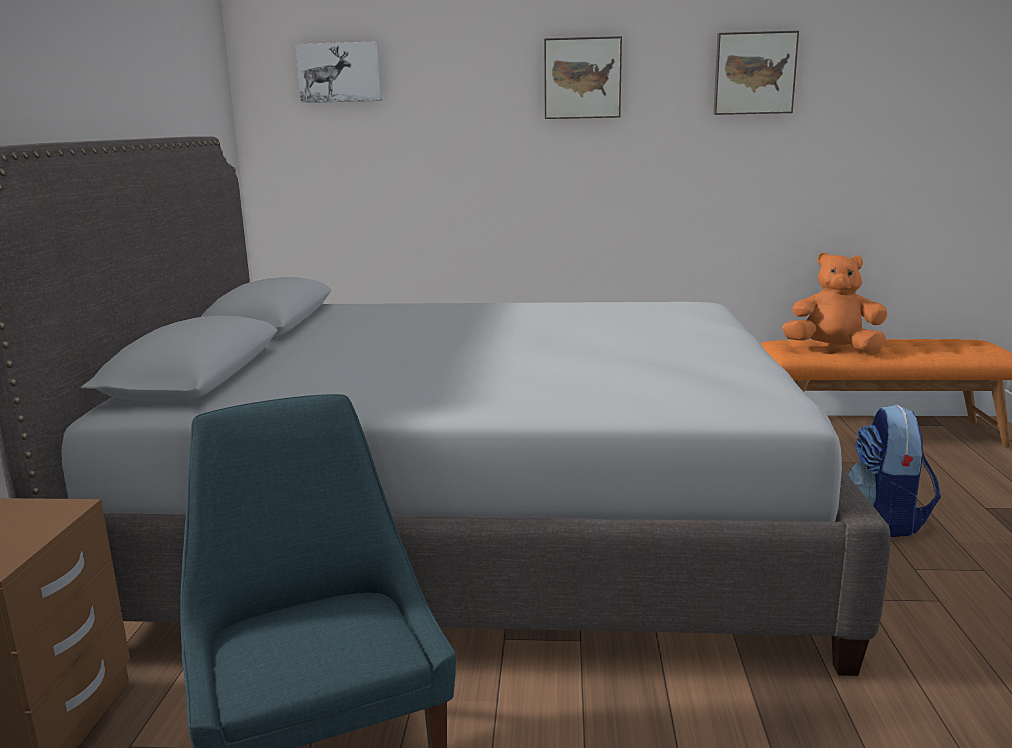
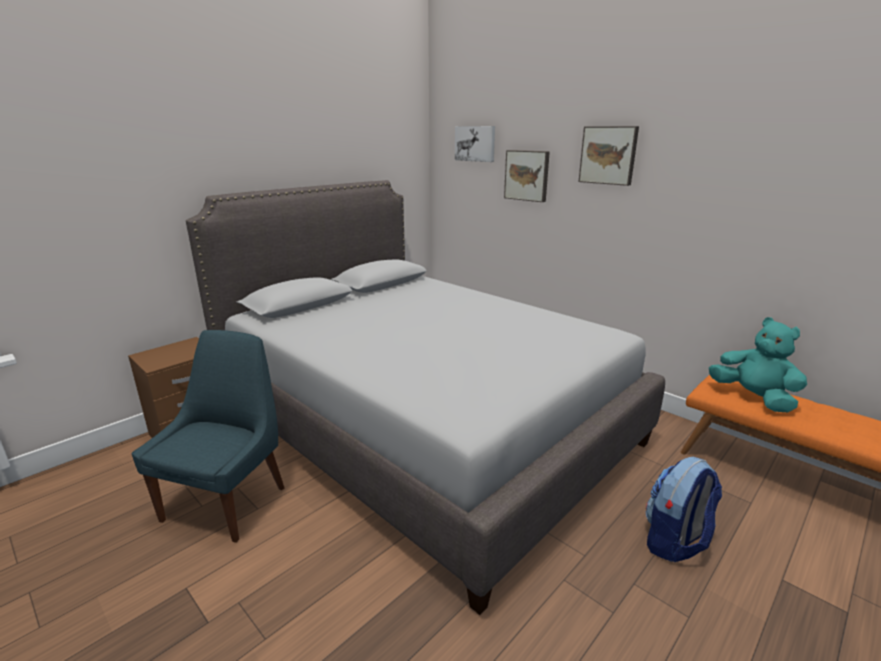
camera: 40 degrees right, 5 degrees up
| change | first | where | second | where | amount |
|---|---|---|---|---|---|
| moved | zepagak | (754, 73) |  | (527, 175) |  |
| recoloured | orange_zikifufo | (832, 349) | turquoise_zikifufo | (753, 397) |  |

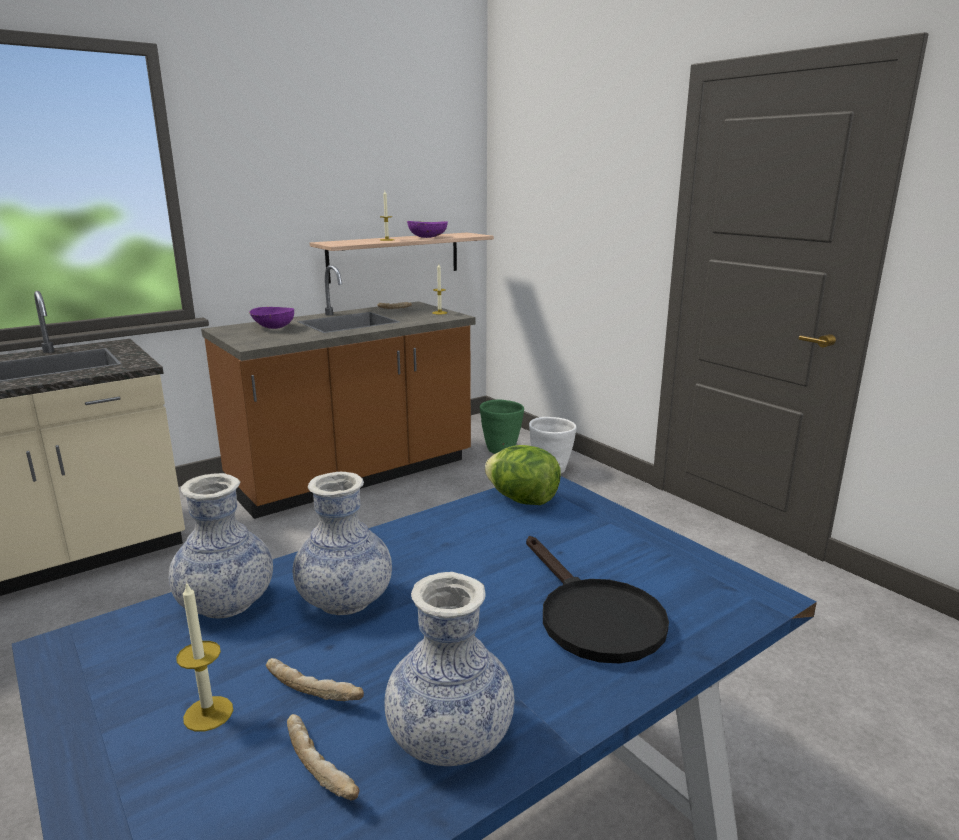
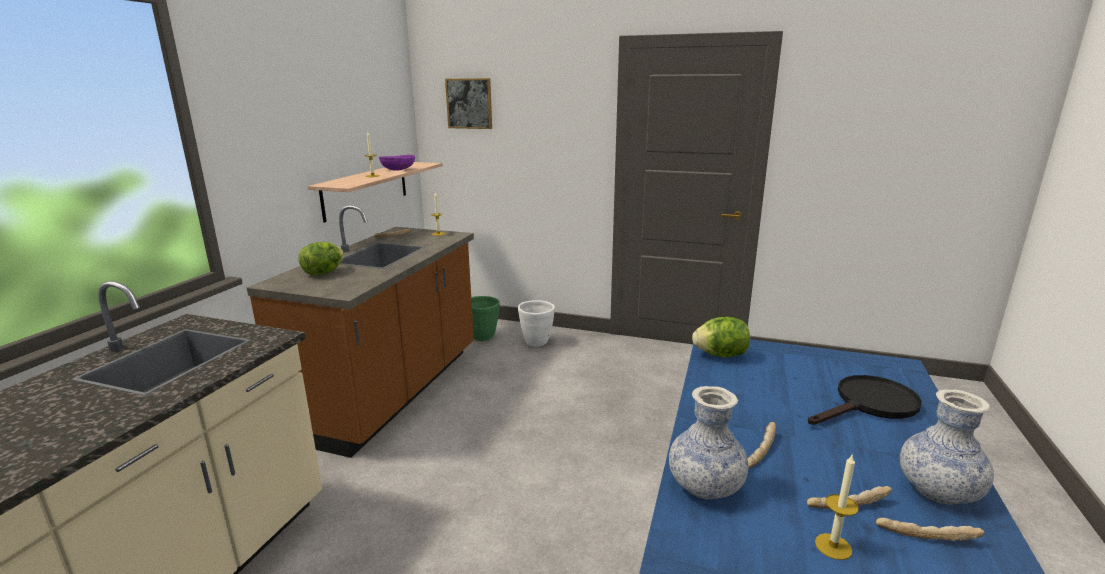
camera: 35 degrees left, 0 degrees up
| change | first | where | second | where | amount |
|---|---|---|---|---|---|
| added |  |  | zepagak | (469, 103) |  |
| replaced | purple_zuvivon | (273, 328) | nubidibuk | (323, 273) |  |
| replaced | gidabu | (345, 600) | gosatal | (759, 451) |  |
| turned | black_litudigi | (592, 616) |  | (869, 405) | 60 degrees counterclockwise |

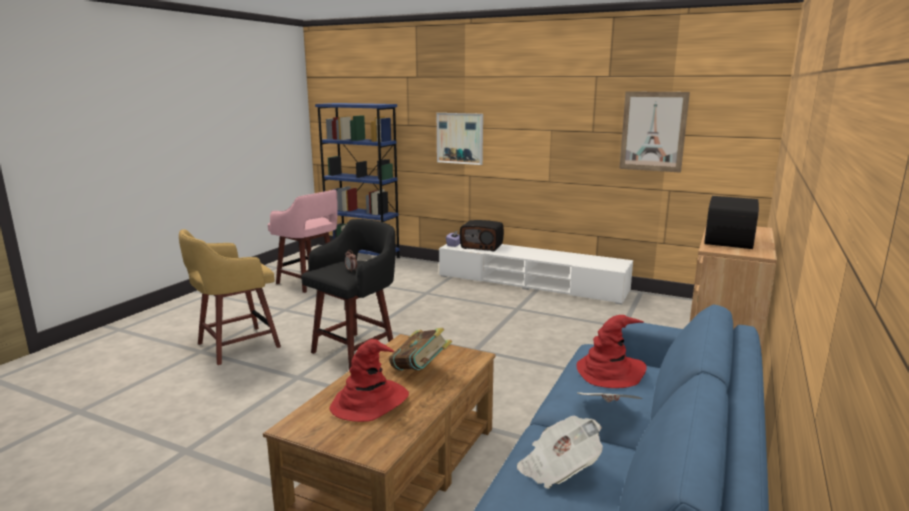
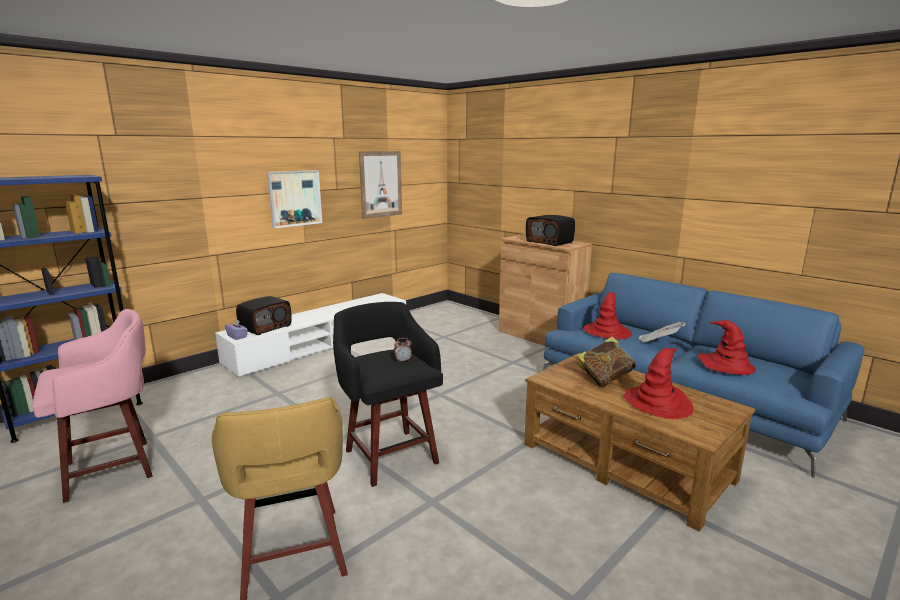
camera: 70 degrees left, 0 degrees up
| change | first | where | second | where | amount |
|---|---|---|---|---|---|
| moved | zepagak | (460, 138) |  | (295, 198) |  |
| replaced | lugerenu | (558, 469) | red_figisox | (725, 365) |  |

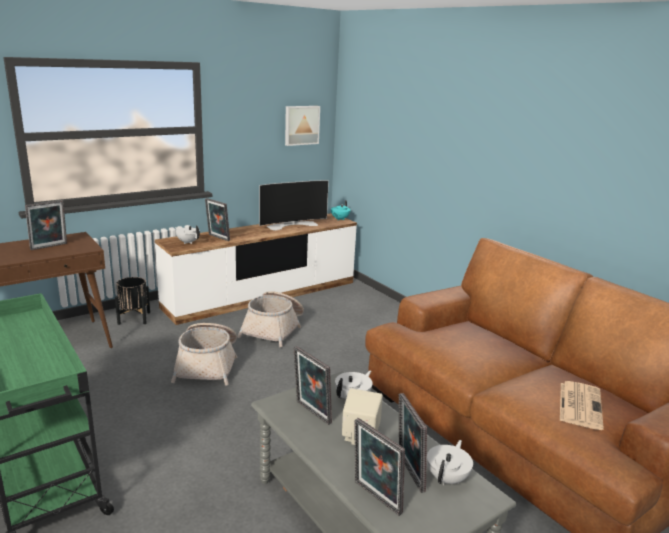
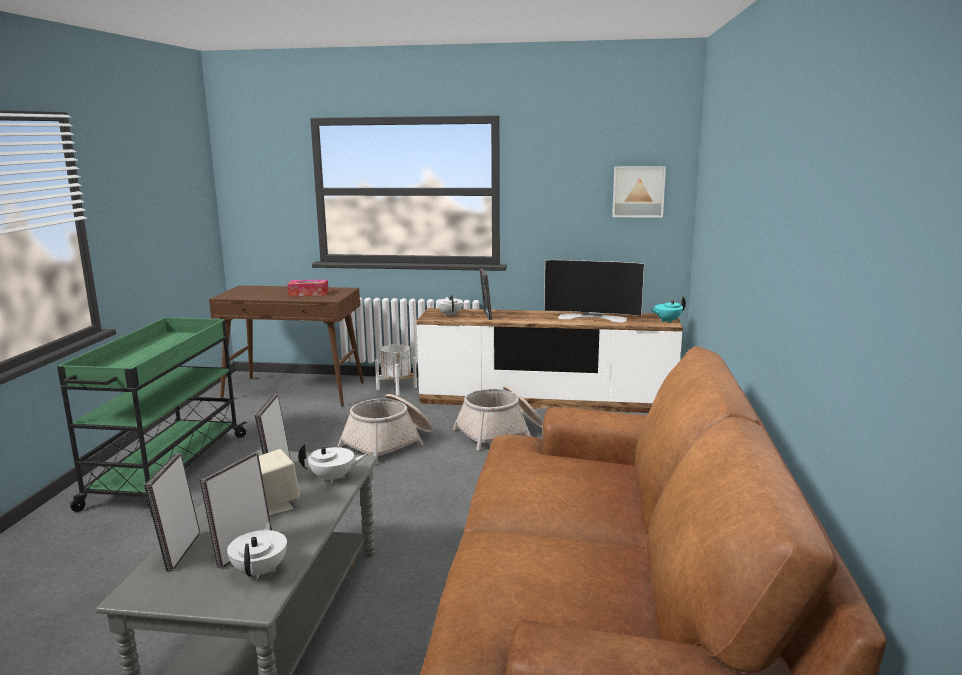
camera: 45 degrees right, 5 degrees down
| change | first | where | second | where | amount |
|---|---|---|---|---|---|
| removed | lugerenu | (579, 404) |  |  |  |
| replaced | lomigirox | (49, 247) | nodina | (308, 293) |  |
| recoloured | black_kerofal | (134, 318) | white_kerofal | (397, 388) |  |
| turned | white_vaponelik | (447, 478) |  | (261, 571) | 75 degrees counterclockwise |

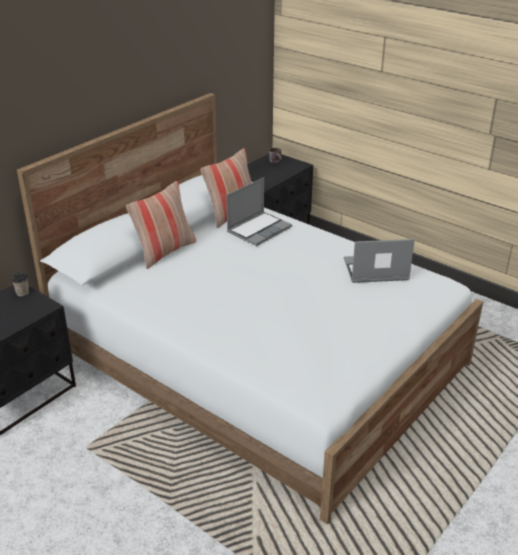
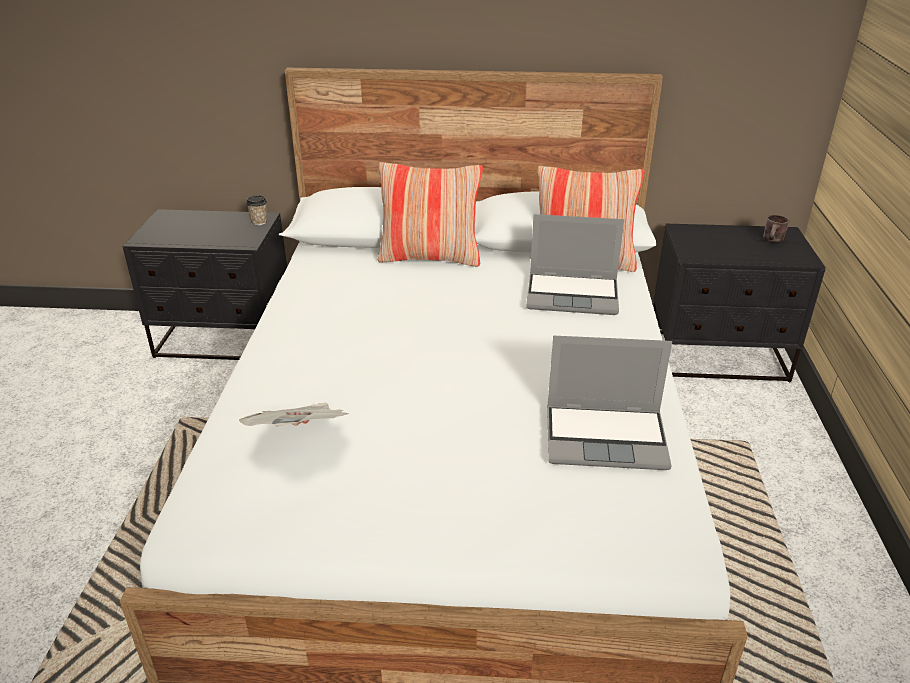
camera: 55 degrees right, 0 degrees up
| change | first | where | second | where | amount |
|---|---|---|---|---|---|
| added |  |  | lugerenu | (300, 436) |  |
| turned | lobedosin | (375, 271) |  | (607, 437) | 135 degrees clockwise |

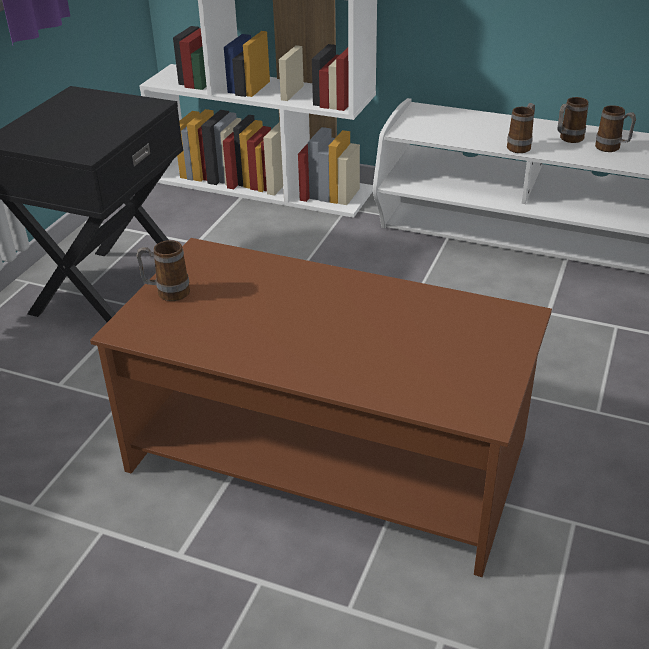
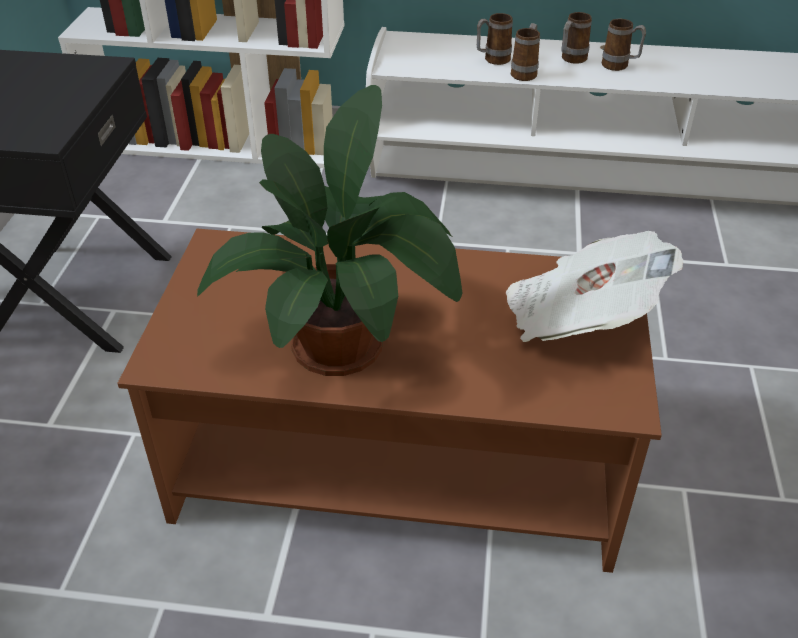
camera: 15 degrees left, 5 degrees up
| change | first | where | second | where | amount |
|---|---|---|---|---|---|
| added |  |  | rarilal | (345, 342) |  |
| added |  |  | lugerenu | (579, 318) |  |
| moved | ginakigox | (167, 293) |  | (492, 60) |  |

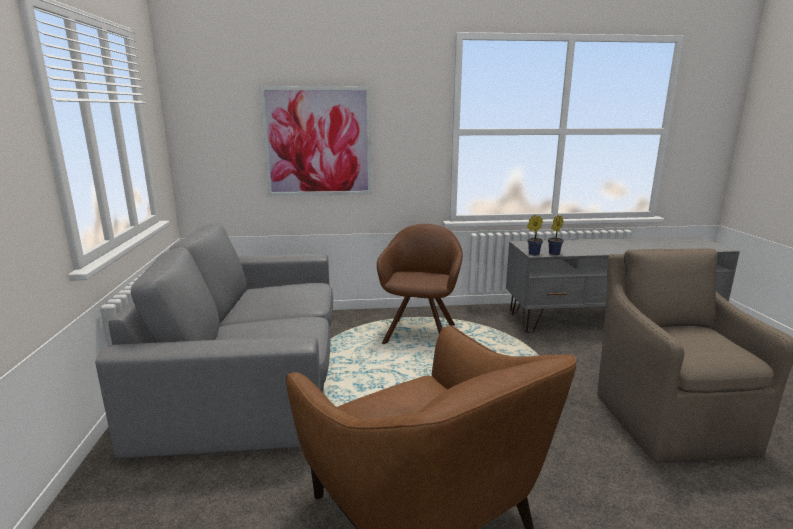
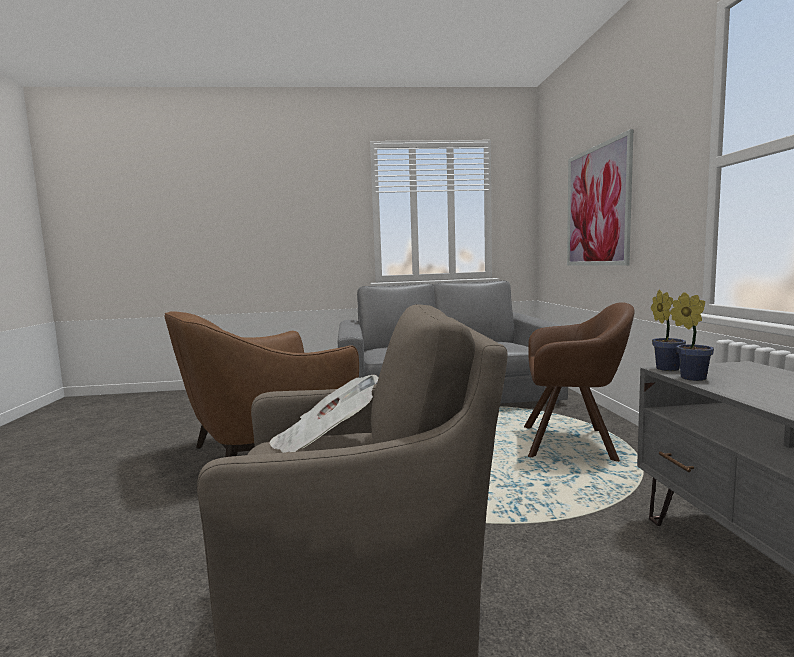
camera: 90 degrees right, 10 degrees down
| change | first | where | second | where | amount |
|---|---|---|---|---|---|
| added |  |  | lugerenu | (325, 442) |  |

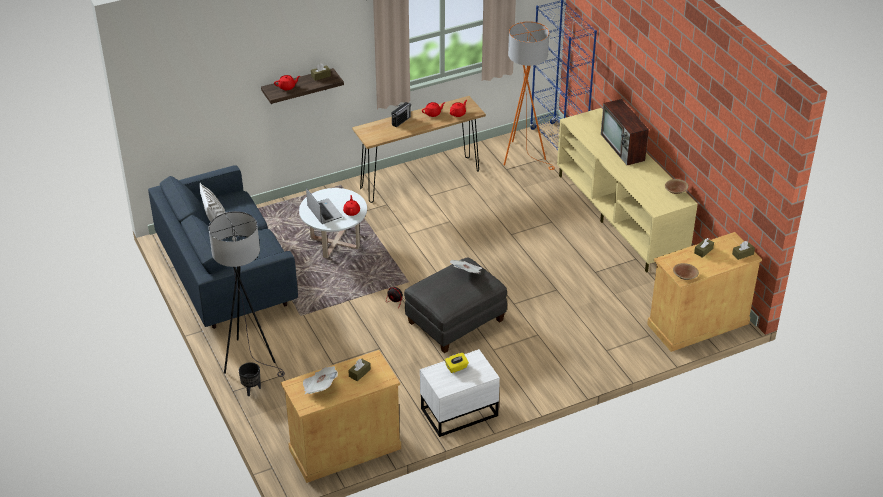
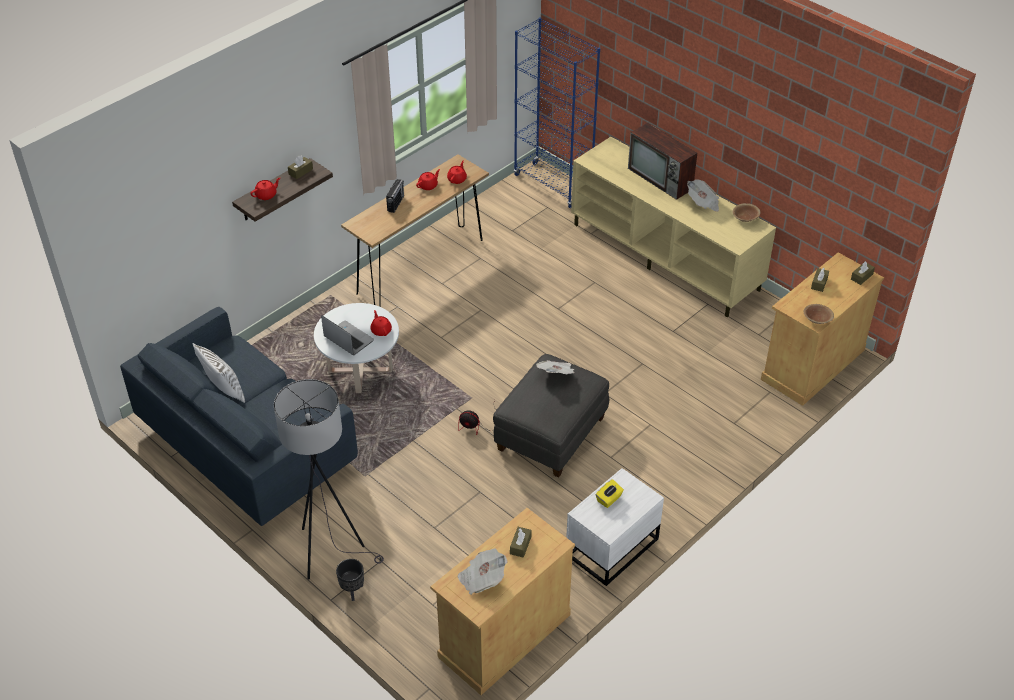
camera: 20 degrees left, 5 degrees up
| change | first | where | second | where | amount |
|---|---|---|---|---|---|
| removed | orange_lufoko | (524, 156) |  |  |  |
| added |  |  | lugerenu | (703, 203) |  |

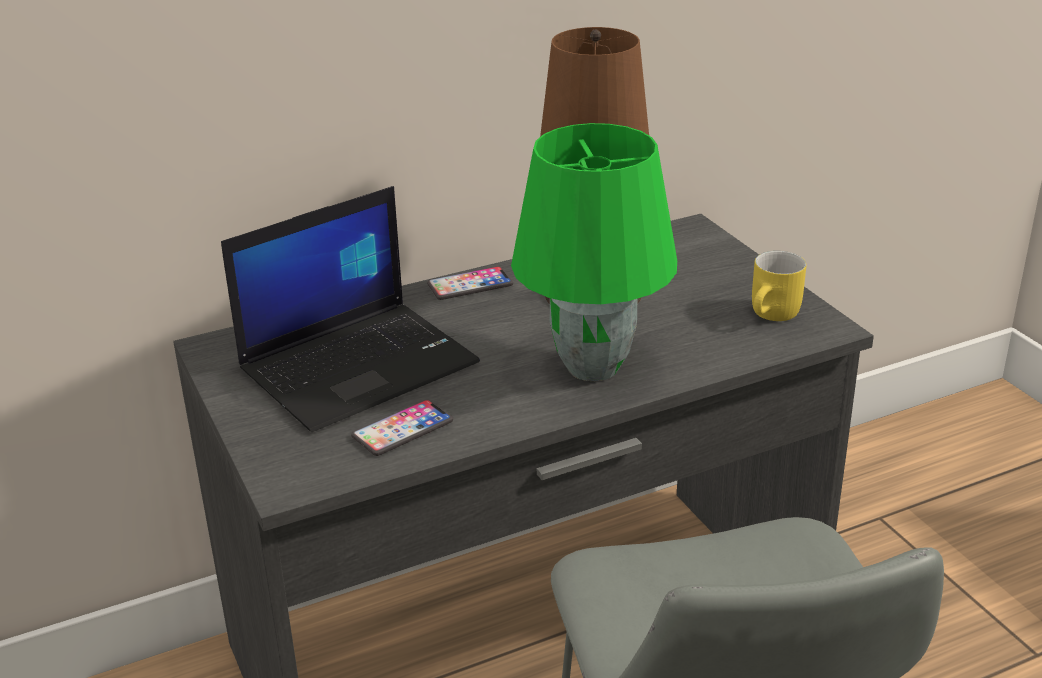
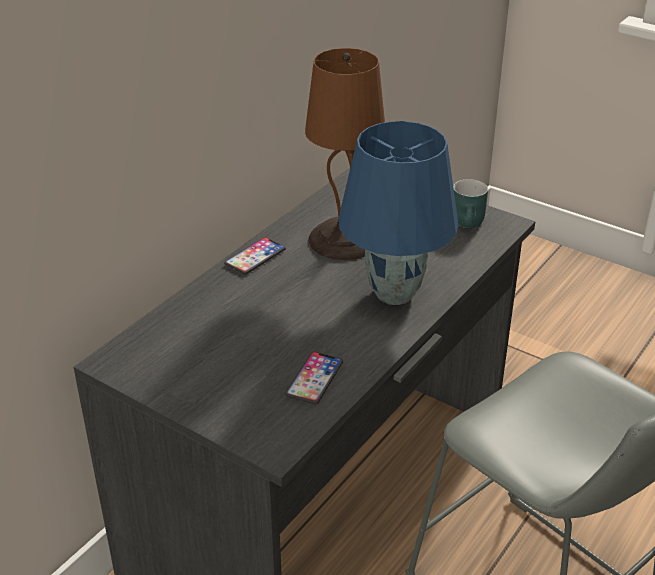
camera: 30 degrees left, 5 degrees up
| change | first | where | second | where | amount |
|---|---|---|---|---|---|
| removed | lobedosin | (360, 364) |  |  |  |
| recoloured | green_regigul | (595, 367) | blue_regigul | (395, 293) |  |
| recoloured | yellow_ginakigox | (775, 315) | turquoise_ginakigox | (469, 224) |  |

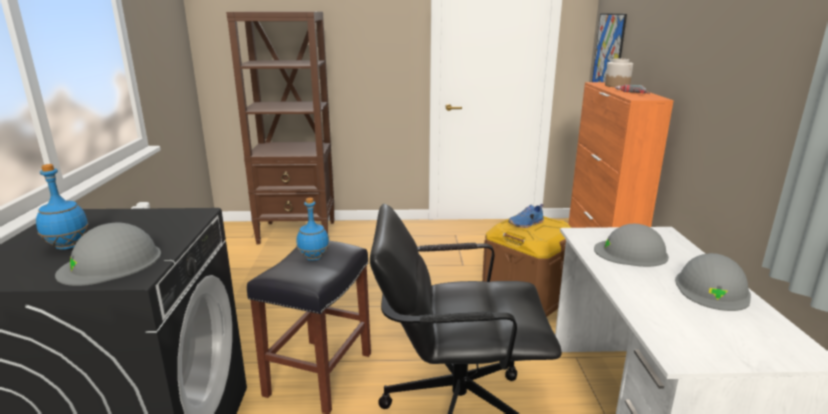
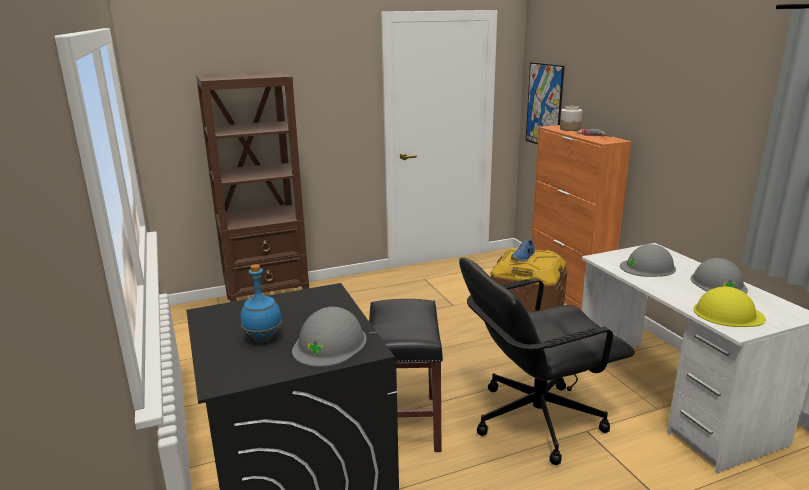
camera: 20 degrees left, 0 degrees up
| change | first | where | second | where | amount |
|---|---|---|---|---|---|
| removed | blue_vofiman | (314, 258) |  |  |  |
| added |  |  | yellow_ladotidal | (727, 314) |  |

